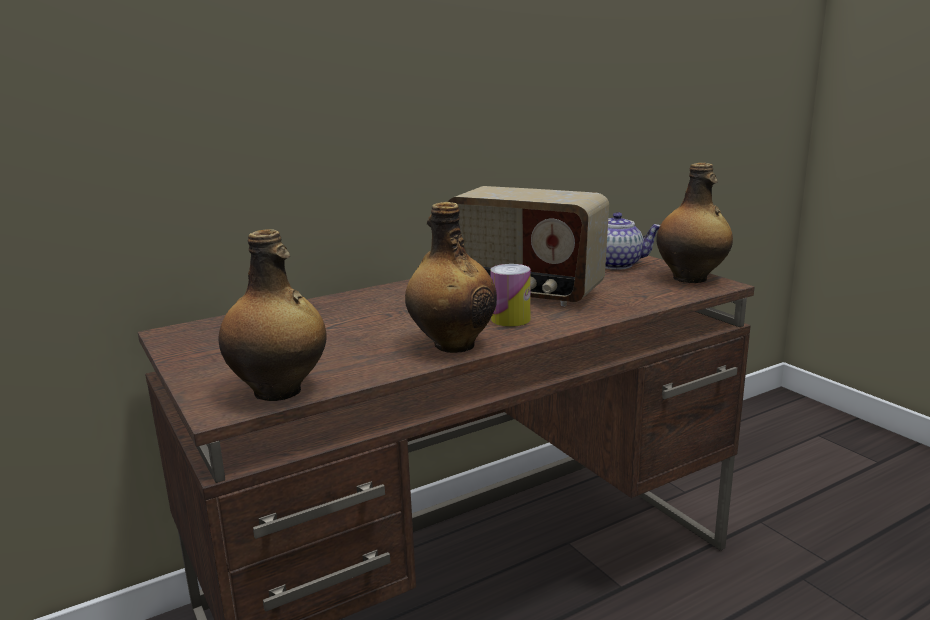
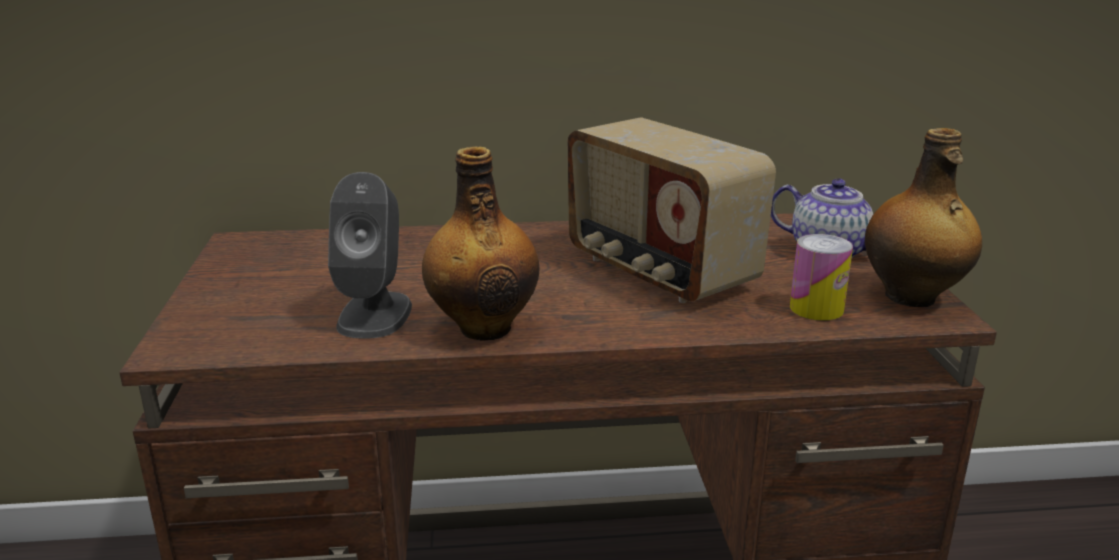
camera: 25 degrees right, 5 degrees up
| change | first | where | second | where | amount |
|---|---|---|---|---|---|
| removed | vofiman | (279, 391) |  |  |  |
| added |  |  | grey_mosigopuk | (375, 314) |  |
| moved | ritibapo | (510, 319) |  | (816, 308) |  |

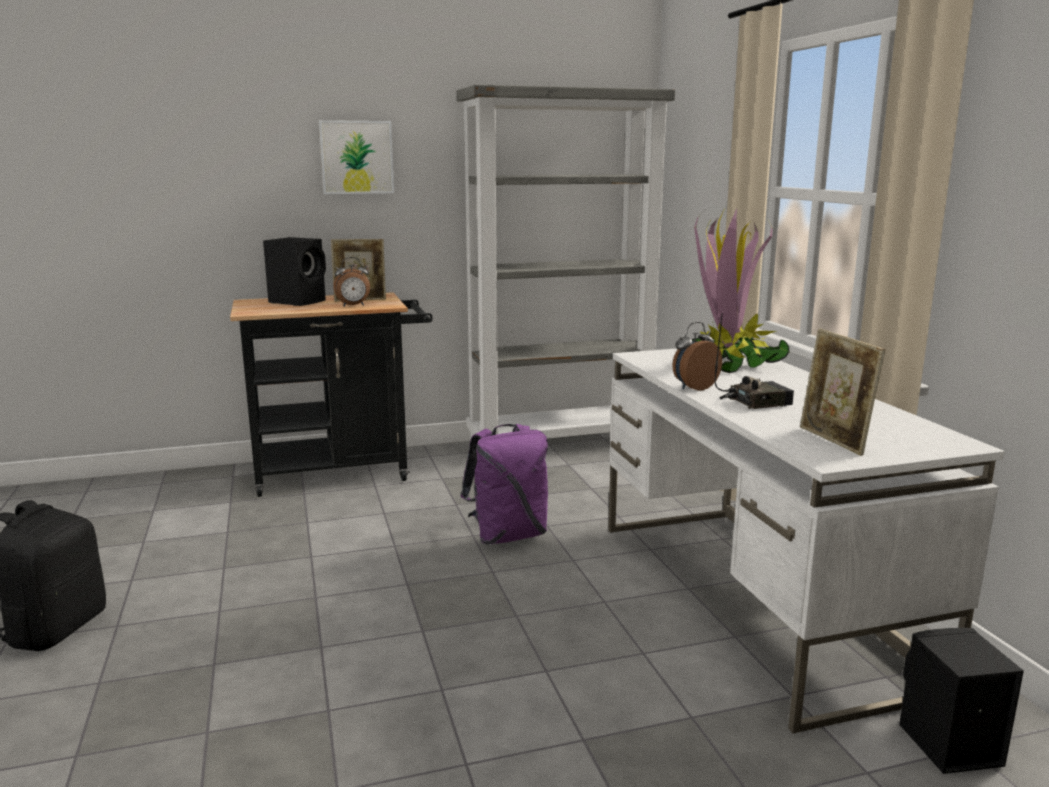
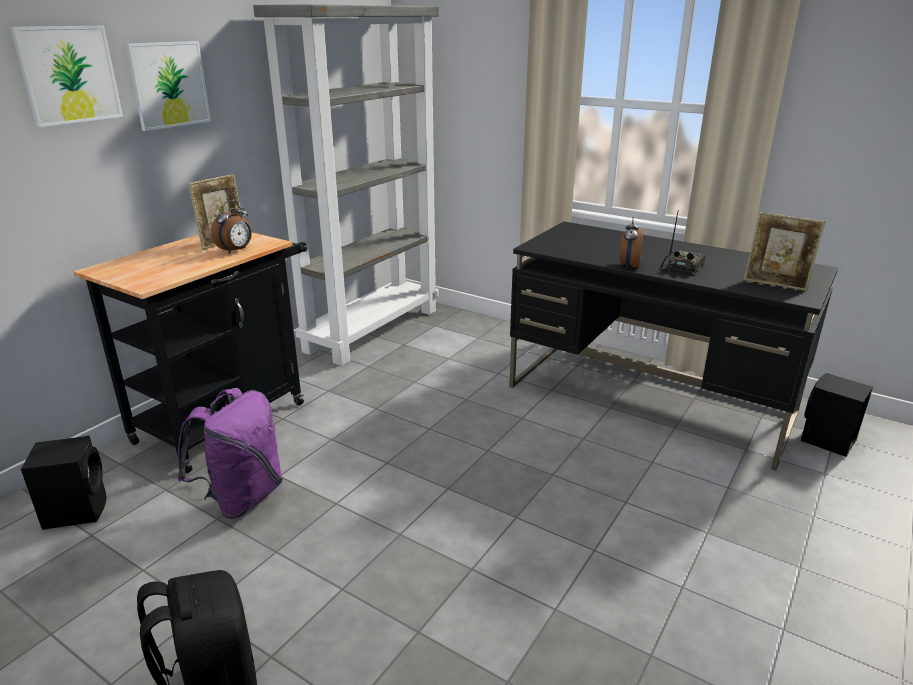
camera: 40 degrees left, 10 degrees up
| change | first | where | second | where | amount |
|---|---|---|---|---|---|
| removed | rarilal | (728, 363) |  |  |  |
| added |  |  | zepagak | (69, 75) |  |
| moved | black_mosigopuk | (299, 301) |  | (77, 510) |  |
| moved | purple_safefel | (508, 535) |  | (242, 498) |  |
| recoloured | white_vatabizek | (753, 600) | black_vatabizek | (649, 400) |  |

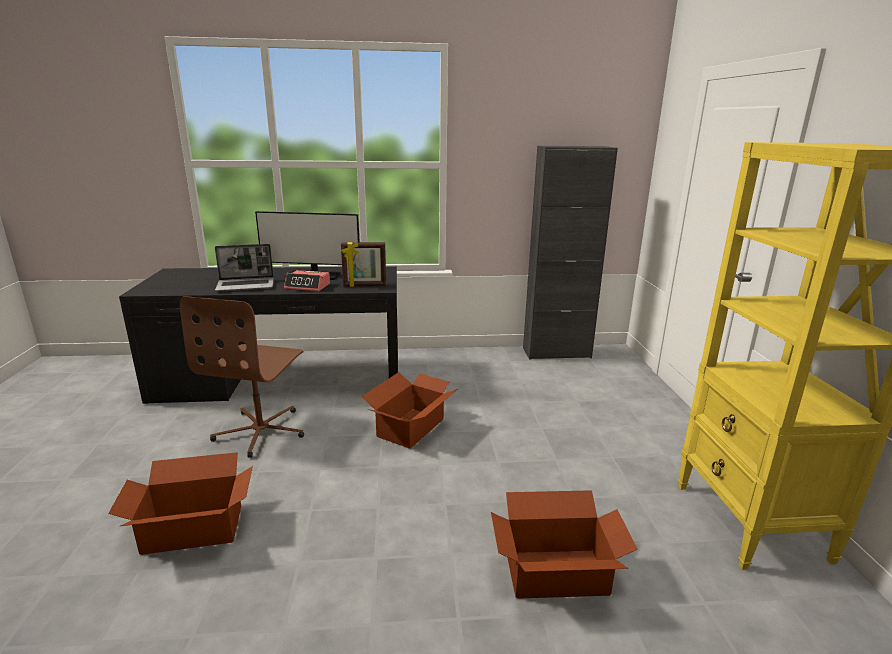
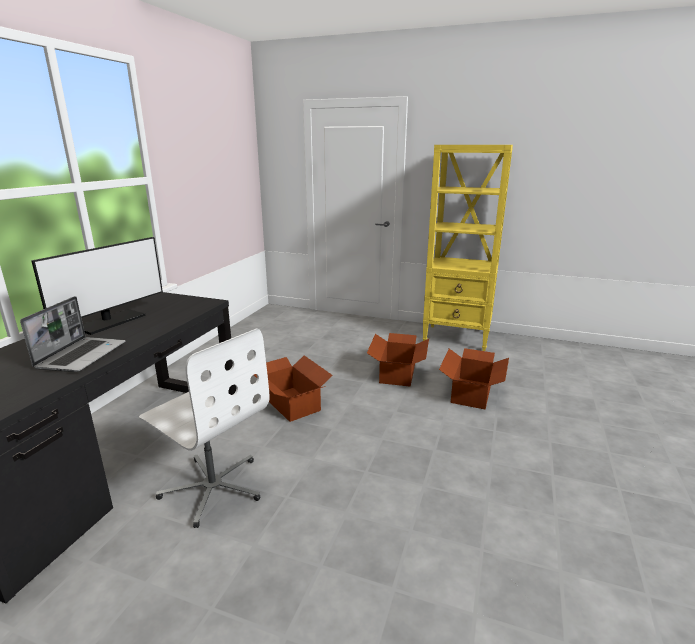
camera: 65 degrees left, 0 degrees up
| change | first | where | second | where | amount |
|---|---|---|---|---|---|
| removed | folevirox | (308, 286) |  |  |  |
| removed | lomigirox | (365, 285) |  |  |  |
| removed | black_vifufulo | (556, 353) |  |  |  |
| moved | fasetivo | (194, 530) |  | (398, 373) |  |
| recoloured | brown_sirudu | (261, 431) | white_sirudu | (213, 487) |  |

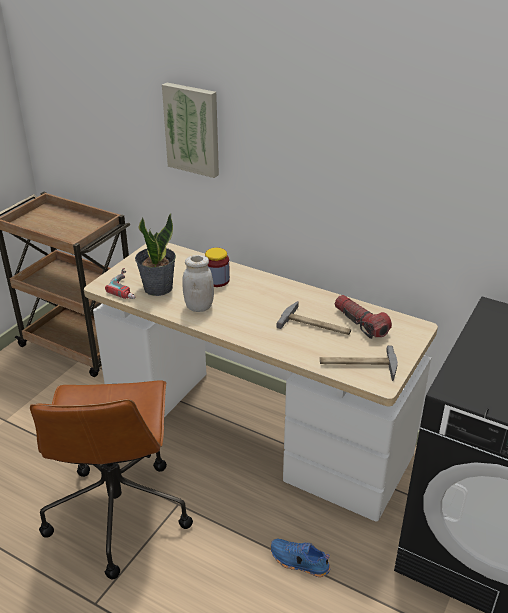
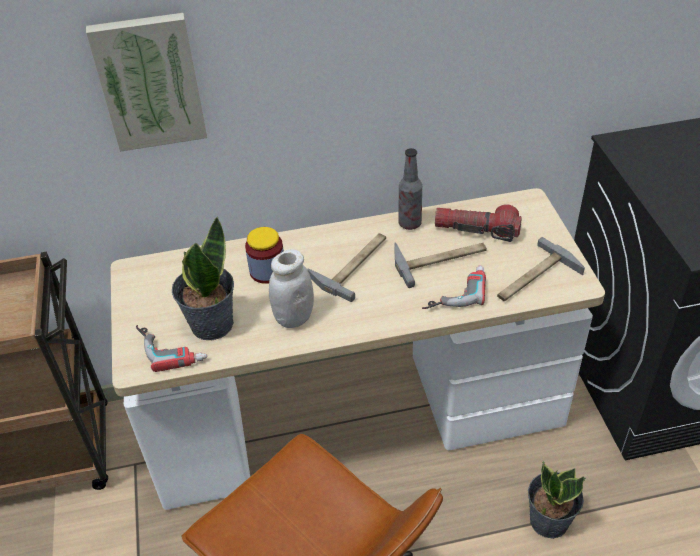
camera: 40 degrees left, 10 degrees up
| change | first | where | second | where | amount |
|---|---|---|---|---|---|
| added |  |  | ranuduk | (354, 264) |  |
| added |  |  | vofiman | (409, 223) |  |
| added |  |  | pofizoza | (454, 291) |  |
| replaced | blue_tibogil | (299, 562) | rarilal | (548, 520) |  |

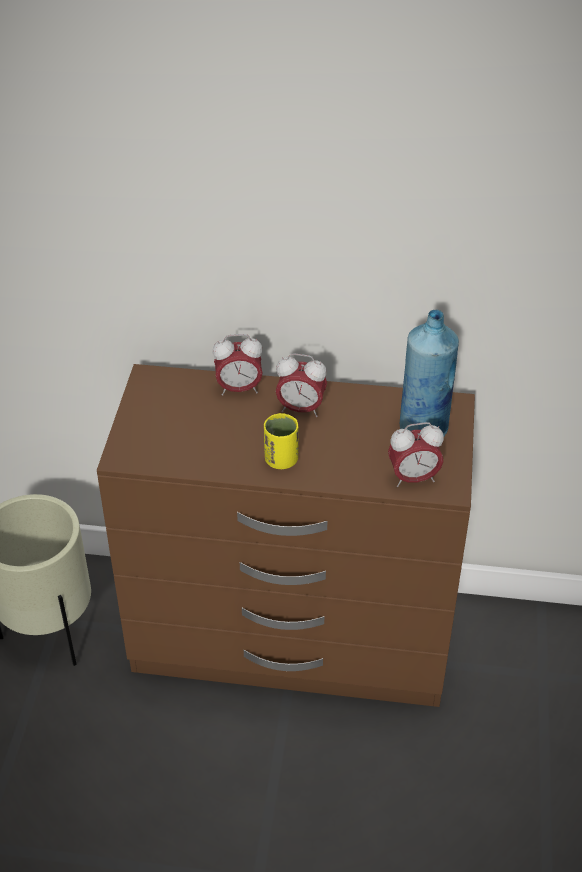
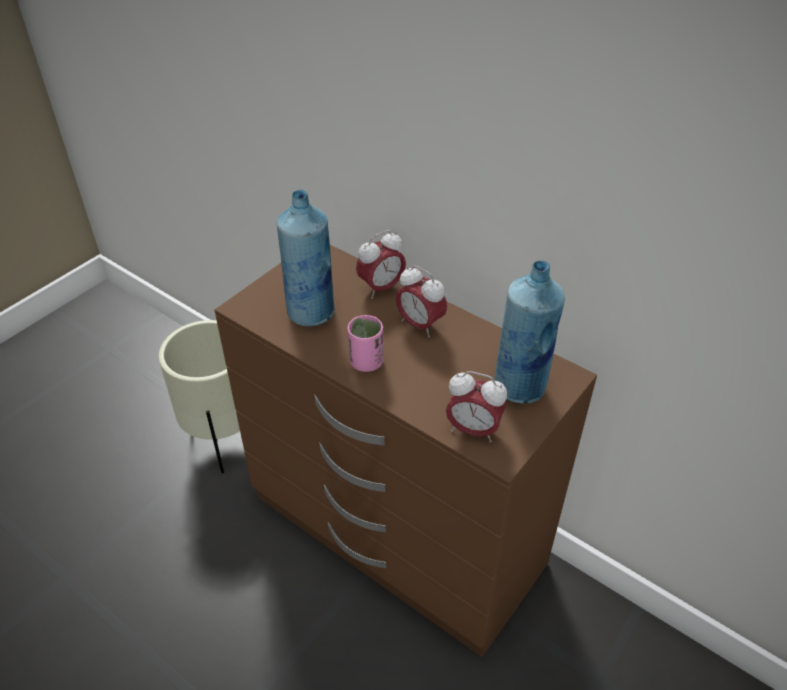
camera: 30 degrees right, 0 degrees up
| change | first | where | second | where | amount |
|---|---|---|---|---|---|
| added |  |  | blue_vofiman | (311, 313) |  |
| recoloured | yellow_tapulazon | (281, 460) | pink_tapulazon | (366, 362) |  |
| turned | folevirox | (239, 389) |  | (381, 288) | 60 degrees counterclockwise |

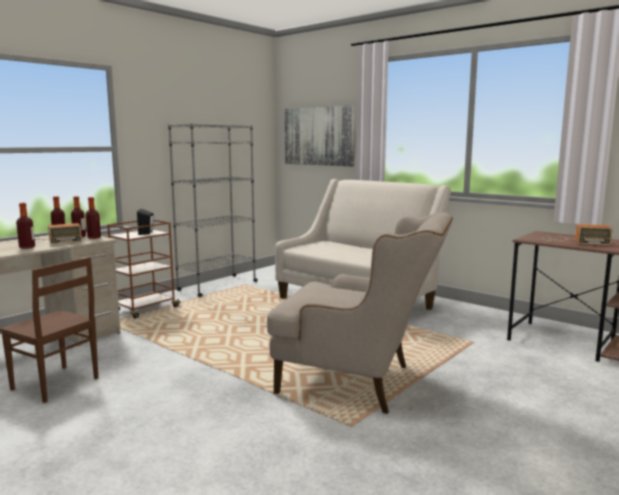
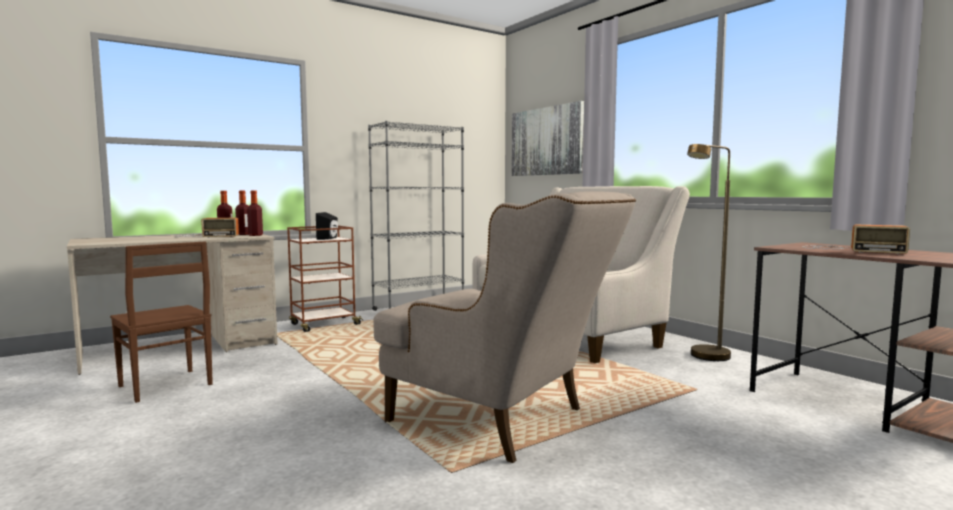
camera: 15 degrees right, 5 degrees down
| change | first | where | second | where | amount |
|---|---|---|---|---|---|
| removed | vofiman | (27, 247) |  |  |  |
| added |  |  | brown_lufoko | (705, 358) |  |

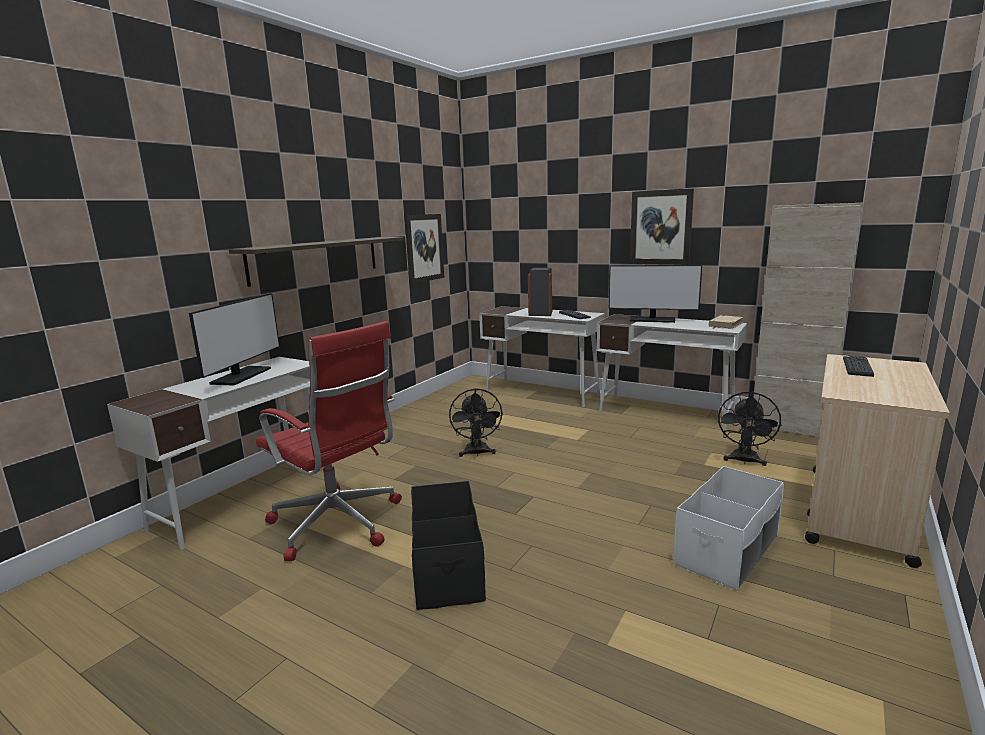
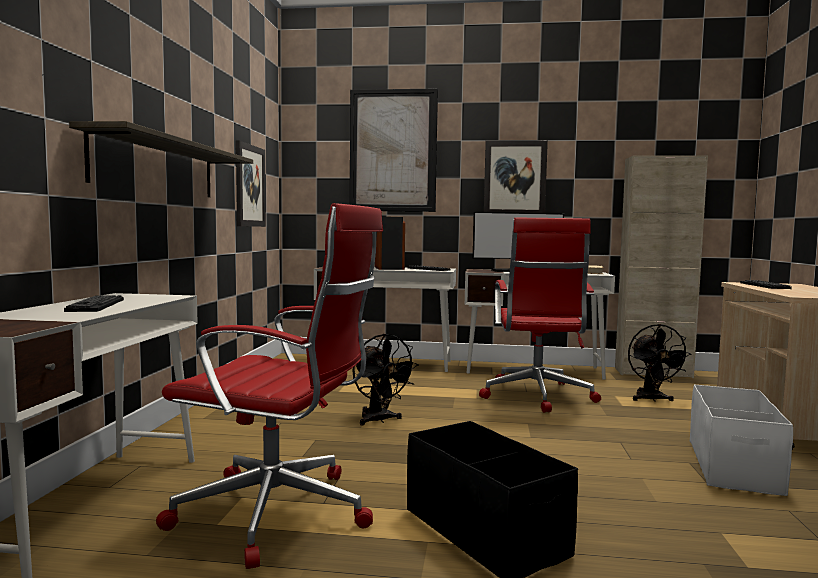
camera: 25 degrees left, 10 degrees down
| change | first | where | second | where | amount |
|---|---|---|---|---|---|
| added |  |  | zepagak | (393, 150) |  |
| added |  |  | red_sirudu | (537, 396) |  |
| replaced | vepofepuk | (241, 376) | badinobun | (96, 305) |  |

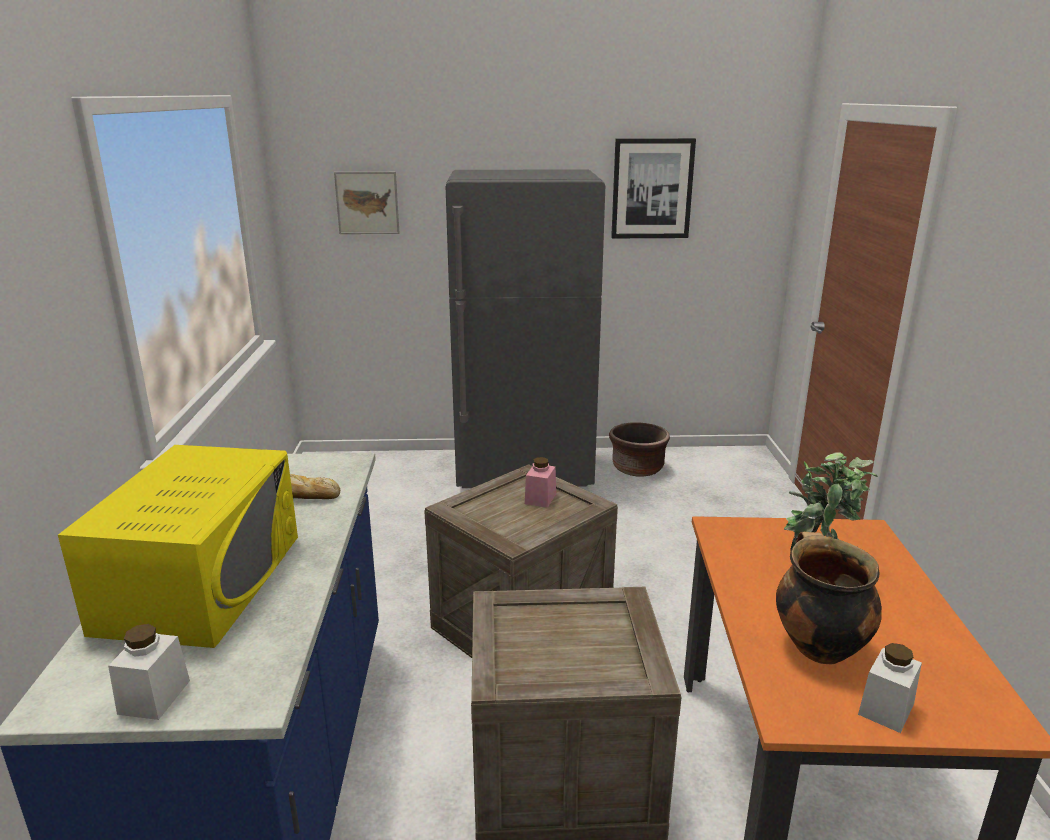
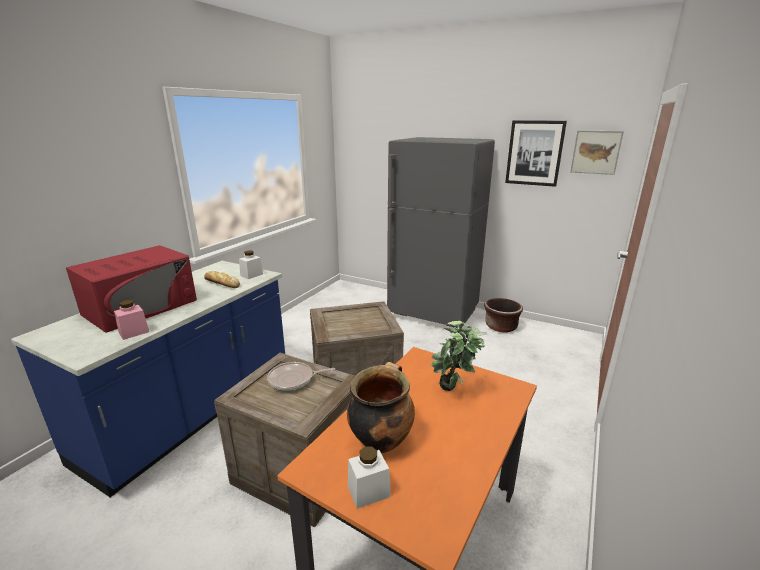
camera: 30 degrees right, 0 degrees up
| change | first | where | second | where | amount |
|---|---|---|---|---|---|
| added |  |  | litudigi | (293, 379) |  |
| moved | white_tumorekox | (154, 697) |  | (251, 275) |  |
| moved | zepagak | (367, 203) |  | (595, 152) |  |
| moved | pink_tumorekox | (540, 498) |  | (134, 332) |  |
| recoloured | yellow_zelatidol | (202, 582) | red_zelatidol | (141, 307) |  |

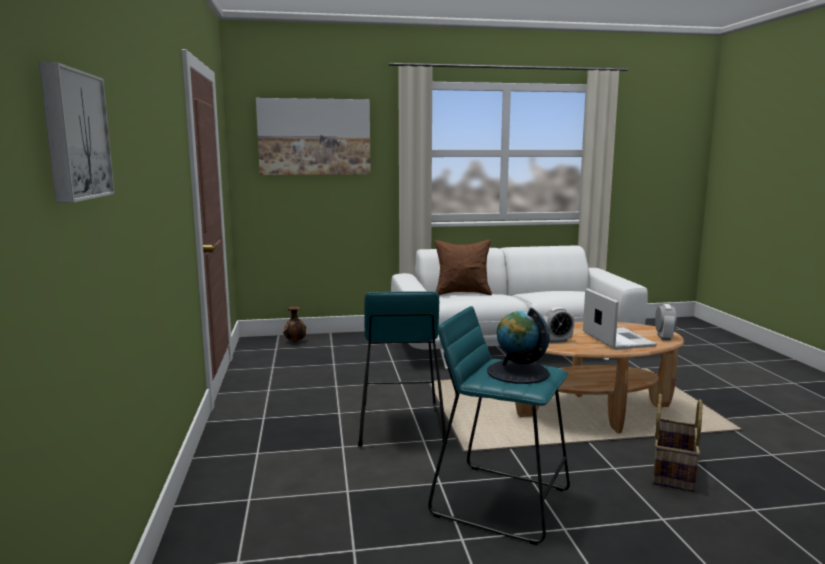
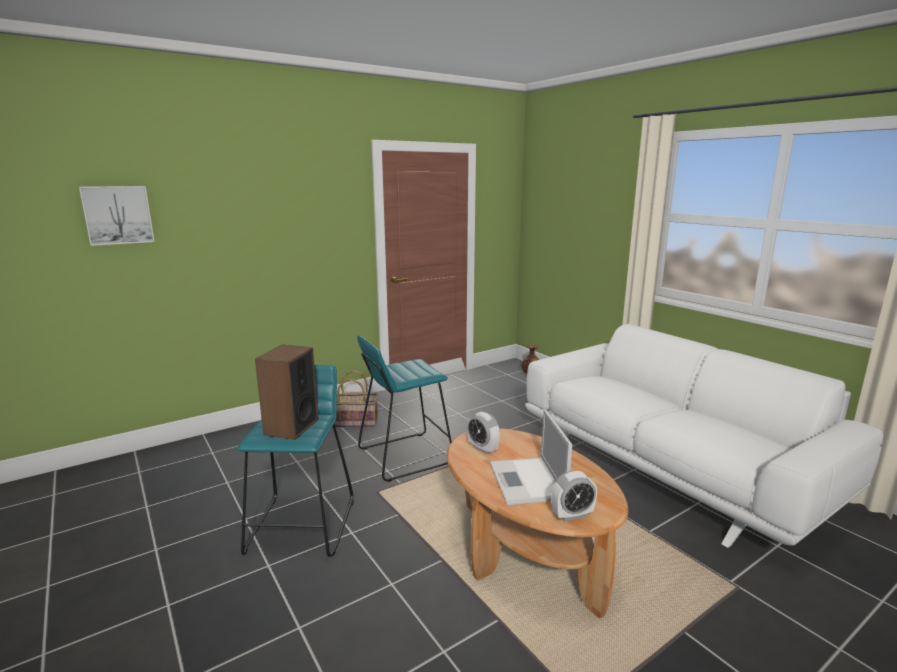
camera: 65 degrees right, 5 degrees up
| change | first | where | second | where | amount |
|---|---|---|---|---|---|
| removed | zepagak | (314, 137) |  |  |  |
| removed | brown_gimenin | (462, 293) |  |  |  |
| moved | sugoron | (672, 471) |  | (355, 421) |  |
| replaced | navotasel | (517, 372) | mosigopuk | (291, 427) |  |
| turned | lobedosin | (617, 339) |  | (527, 482) | 120 degrees clockwise |

